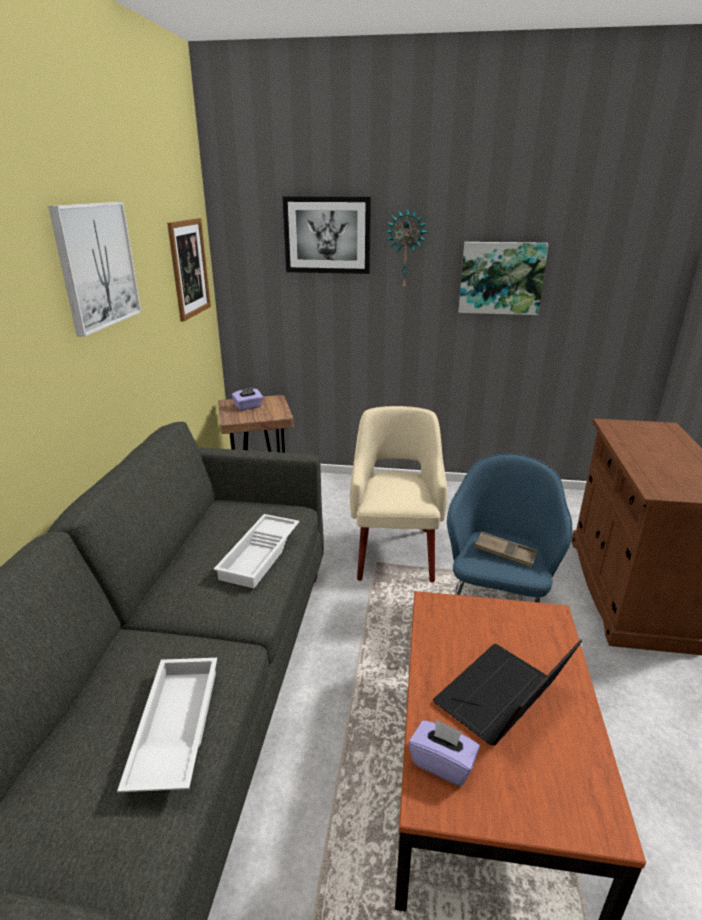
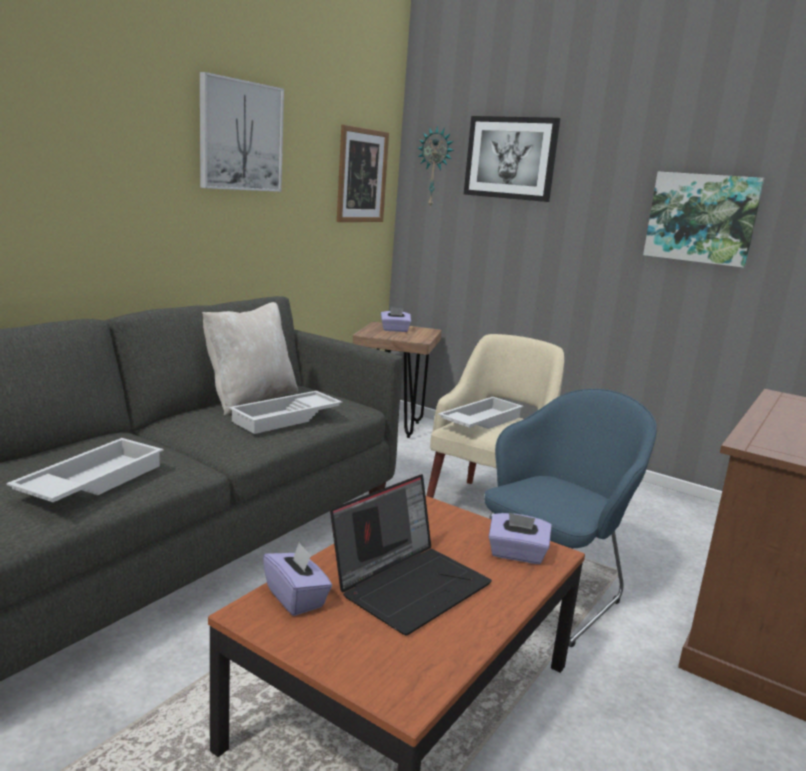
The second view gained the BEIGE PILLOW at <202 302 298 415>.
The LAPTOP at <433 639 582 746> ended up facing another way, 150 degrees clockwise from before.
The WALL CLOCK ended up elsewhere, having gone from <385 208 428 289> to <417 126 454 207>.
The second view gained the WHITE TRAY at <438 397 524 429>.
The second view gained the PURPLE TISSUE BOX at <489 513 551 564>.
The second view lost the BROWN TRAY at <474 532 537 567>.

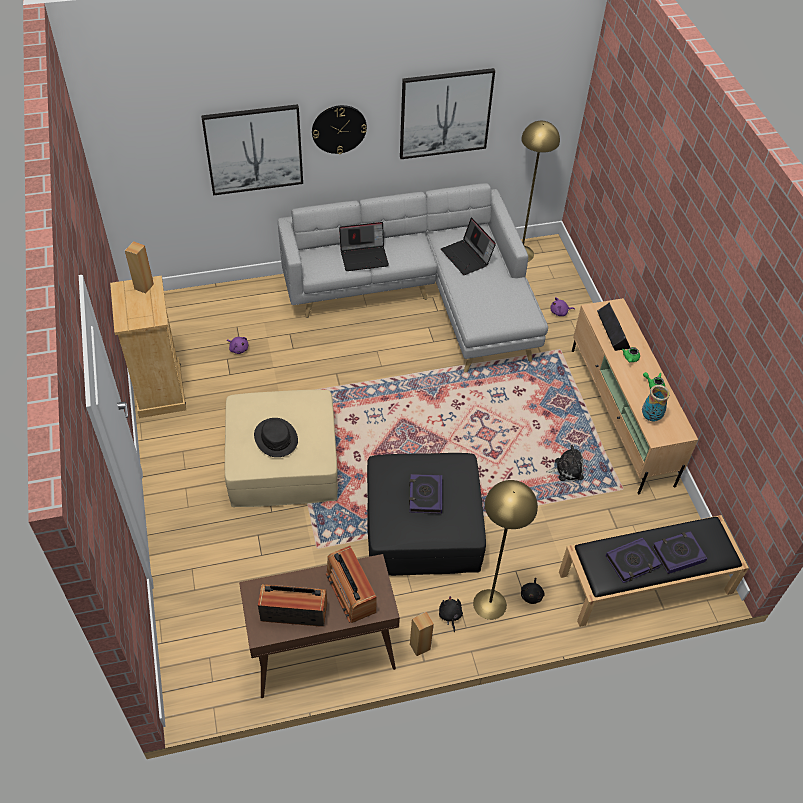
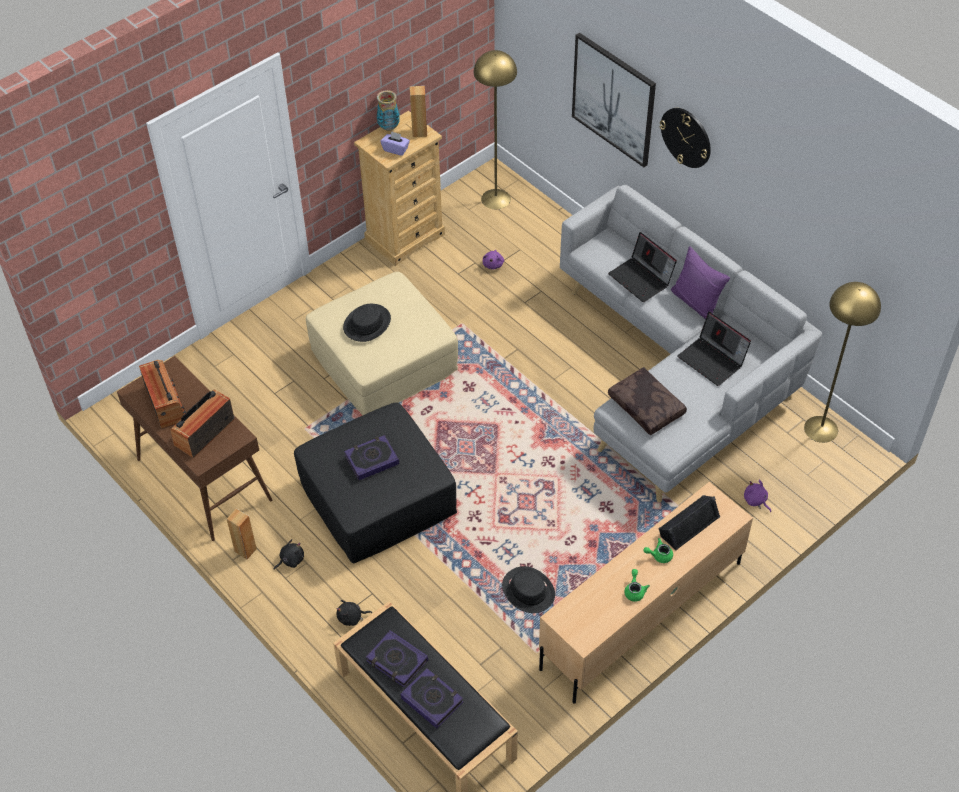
The VASE ended up elsewhere, having gone from <642 385 670 422> to <377 90 400 131>.
The second view gained the PURPLE TISSUE BOX at <380 131 410 156>.
The YELLOW FLOOR LAMP ended up elsewhere, having gone from <473 480 538 620> to <474 50 517 209>.
Where the PLUSH TOY stood at <546 445 584 482>, the BLACK HAT came to stand at <502 566 555 613>.
The second view gained the BROWN PILLOW at <608 367 687 435>.
The second view gained the PURPLE PILLOW at <671 246 730 319>.
The LAPTOP at <441 218 496 275> ended up facing another way, 75 degrees counterclockwise from before.
The second view lost the PICTURE at <400 68 495 159>.

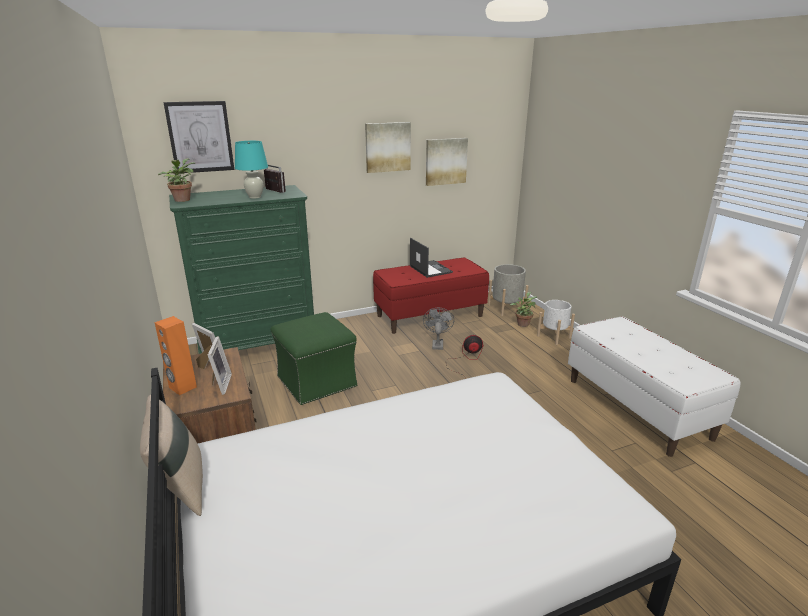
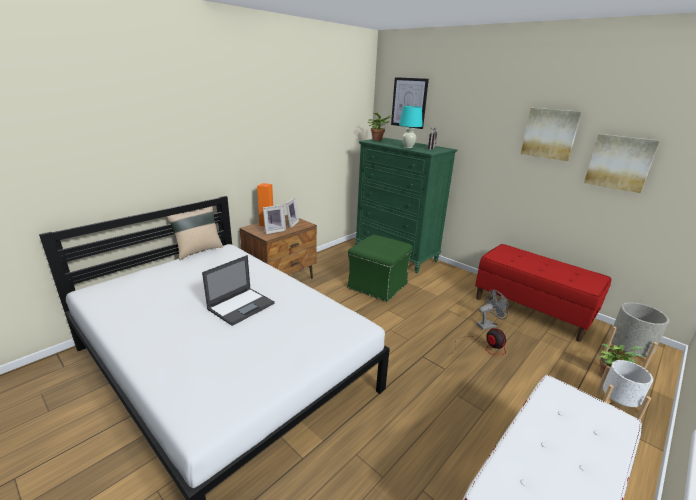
The LAPTOP ended up elsewhere, having gone from <410 238 453 278> to <202 255 275 326>.

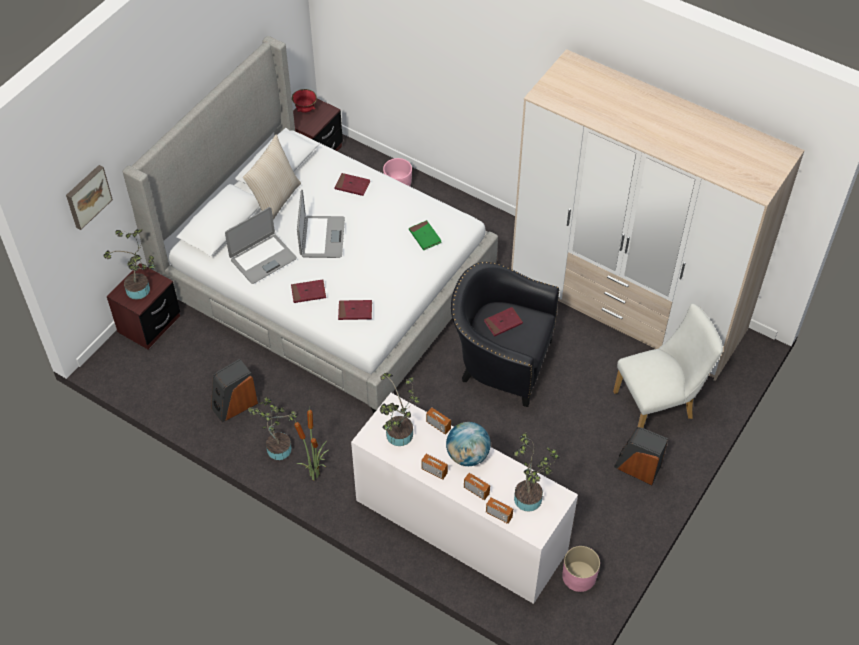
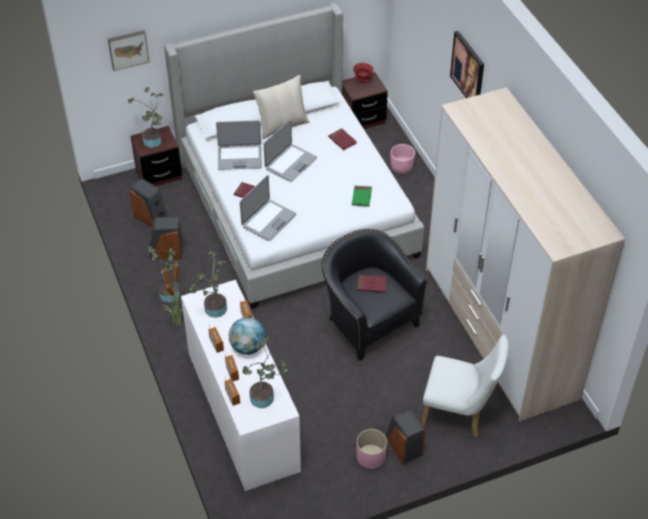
The second view gained the SPEAKER at <130 178 168 228>.
Where the RED BOOK stood at <338 300 372 320>, the LAPTOP came to stand at <240 175 296 241>.
The PINK PLANTER ended up elsewhere, having gone from <562 546 600 592> to <357 429 387 469>.
The second view gained the PICTURE at <450 31 484 98>.

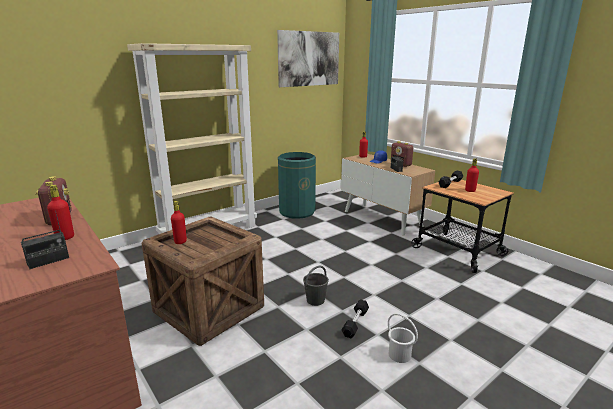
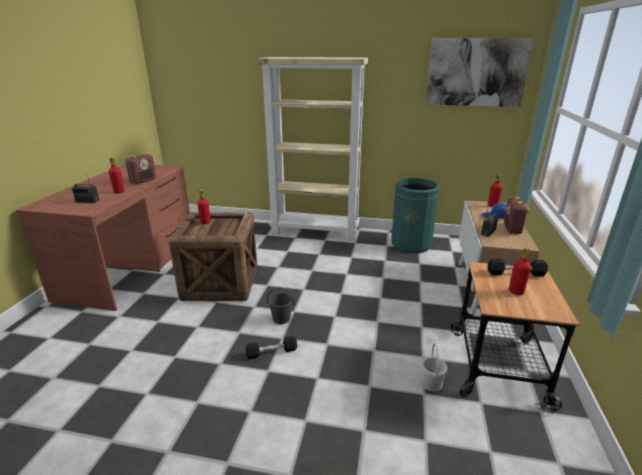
The WHITE BUCKET ended up elsewhere, having gone from <388 313 418 363> to <421 343 448 392>.

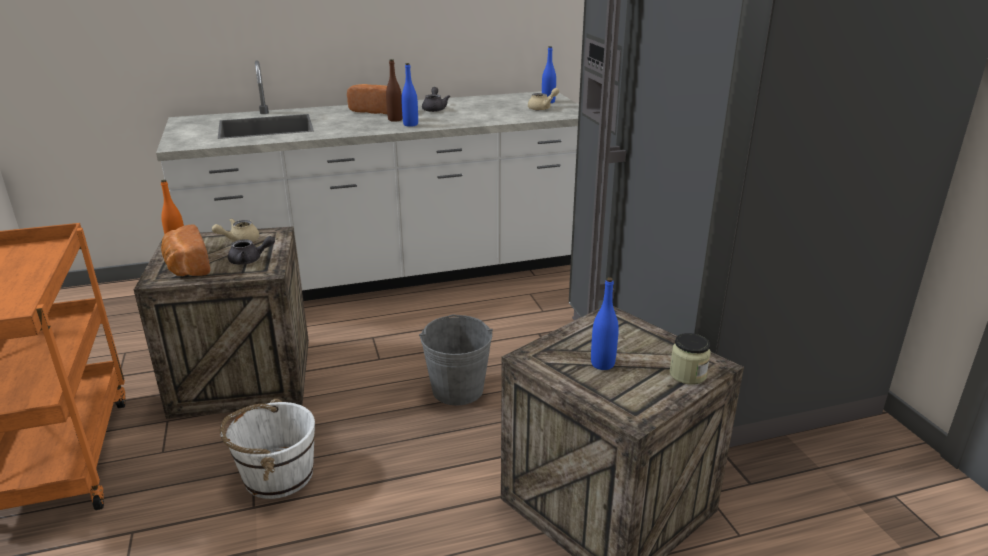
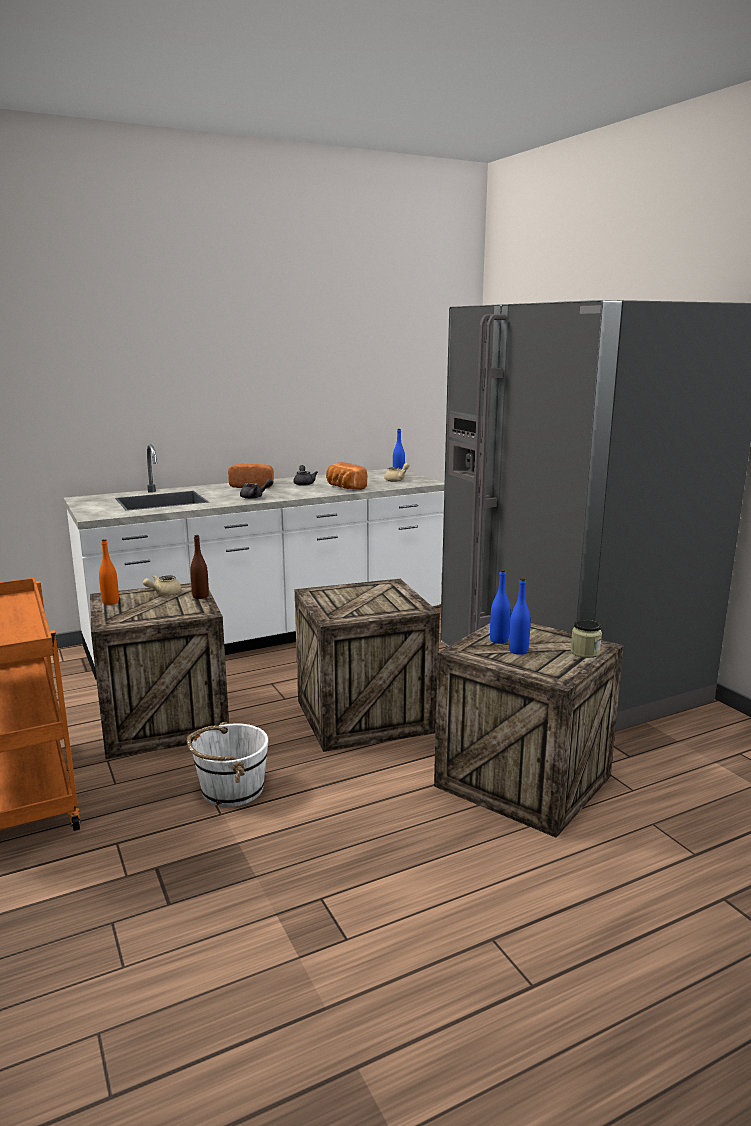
The BROWN BOTTLE ended up elsewhere, having gone from <386 59 402 122> to <190 535 209 599>.
The GREY TEAPOT ended up elsewhere, having gone from <228 236 275 265> to <240 479 273 499>.
Where the GREY BUCKET stood at <419 314 493 405>, the CRATE came to stand at <295 579 440 752>.
The BREAD ended up elsewhere, having gone from <161 224 210 276> to <326 462 367 490>.
The BLUE BOTTLE ended up elsewhere, having gone from <401 63 418 127> to <490 570 511 644>.

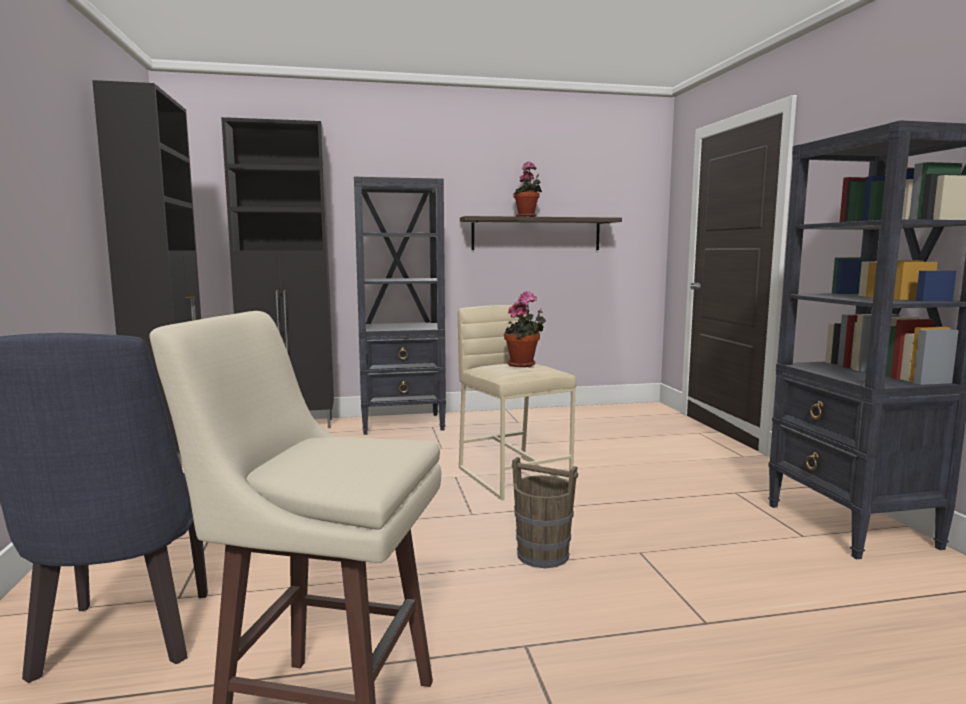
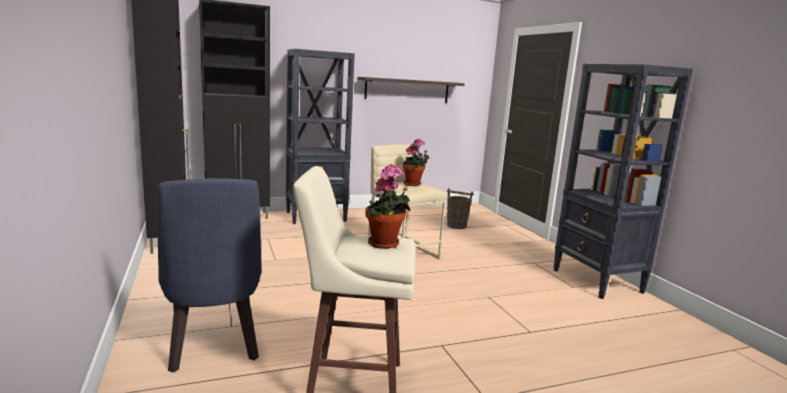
The POTTED PLANT ended up elsewhere, having gone from <513 161 542 217> to <365 164 410 249>.
The BROWN BUCKET ended up elsewhere, having gone from <512 457 578 568> to <447 188 473 229>.

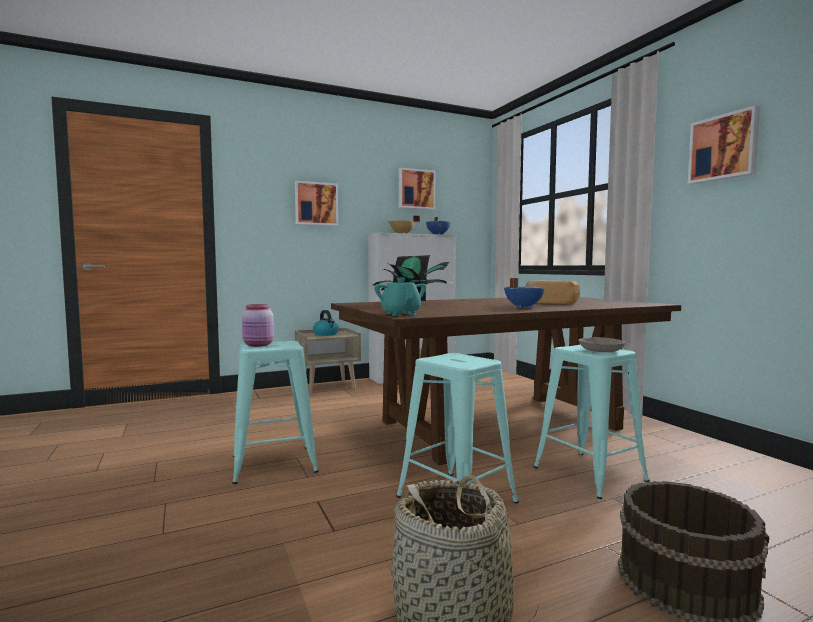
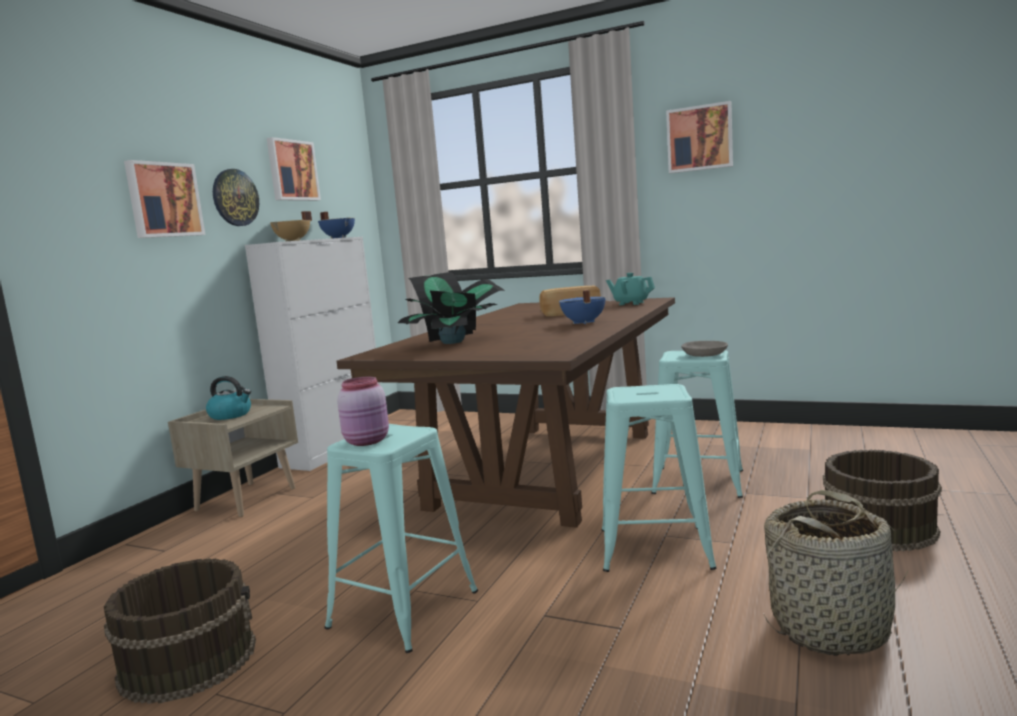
The second view gained the BROWN BUCKET at <104 558 256 704>.
The second view gained the WALL CLOCK at <213 169 259 226>.
The TURQUOISE TEAPOT ended up elsewhere, having gone from <374 278 426 316> to <606 273 655 305>.

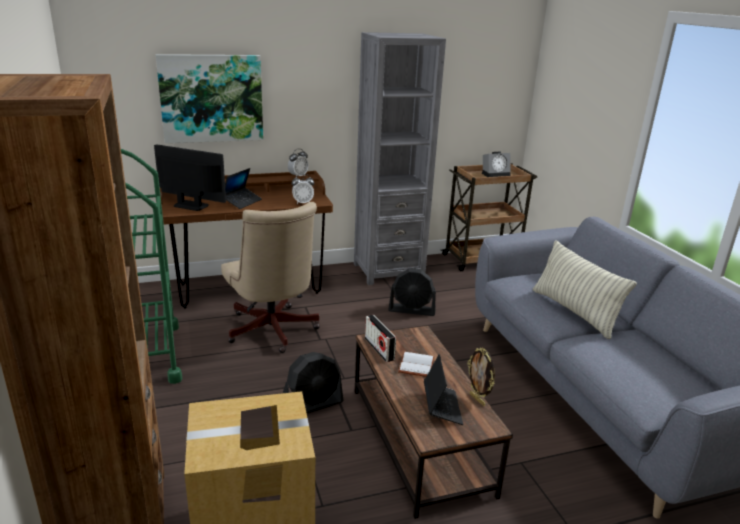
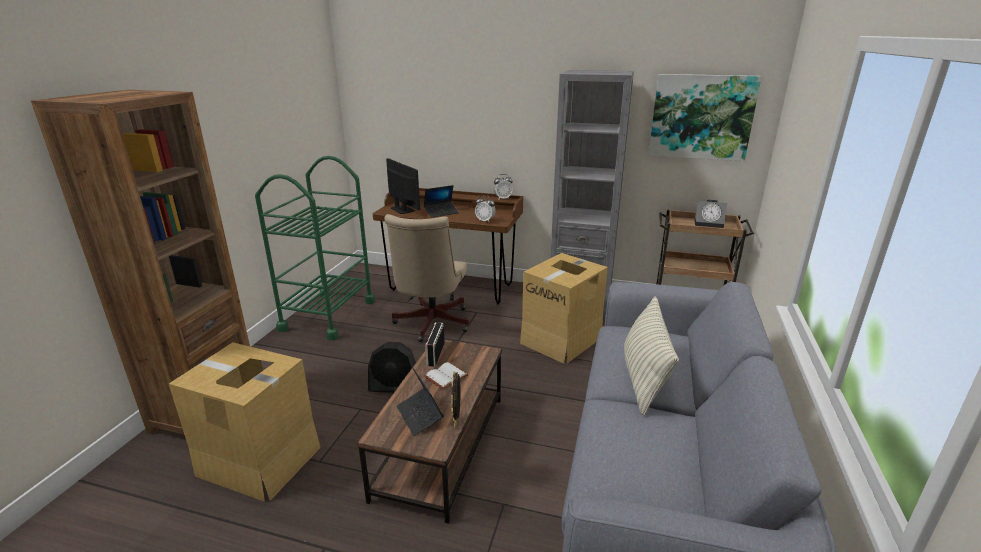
The LAPTOP at <424 354 463 425> ended up facing another way, 120 degrees clockwise from before.
Where the BLACK FAN stood at <388 269 436 316>, the CARDBOARD BOX came to stand at <520 253 608 364>.
The PICTURE ended up elsewhere, having gone from <156 54 263 143> to <648 74 762 161>.

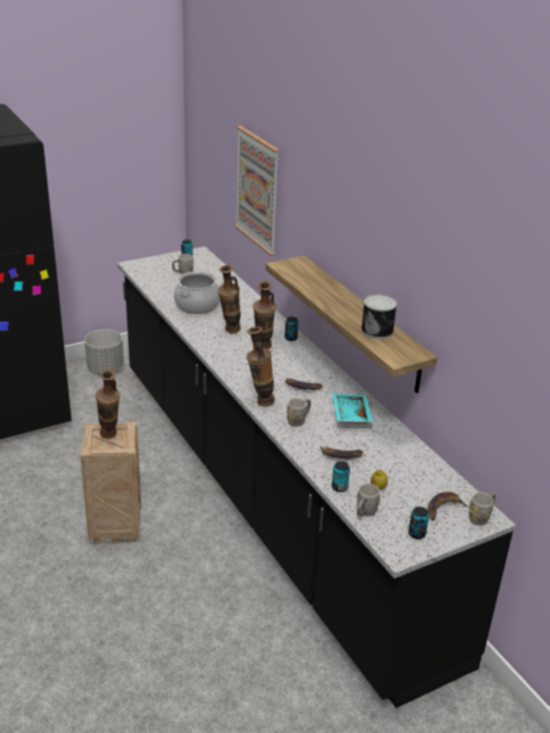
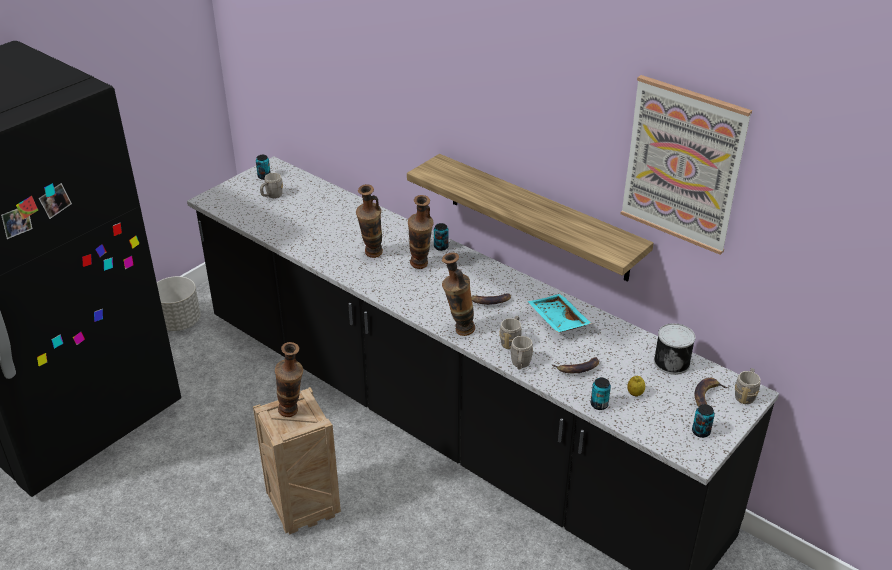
The GREY MUG ended up elsewhere, having gone from <357 484 380 516> to <511 336 533 370>.
The PICTURE ended up elsewhere, having gone from <235 126 280 256> to <621 75 752 255>.
The CAN ended up elsewhere, having gone from <361 294 397 339> to <654 323 695 375>.
The second view lost the COOKING POT at <174 272 220 314>.

